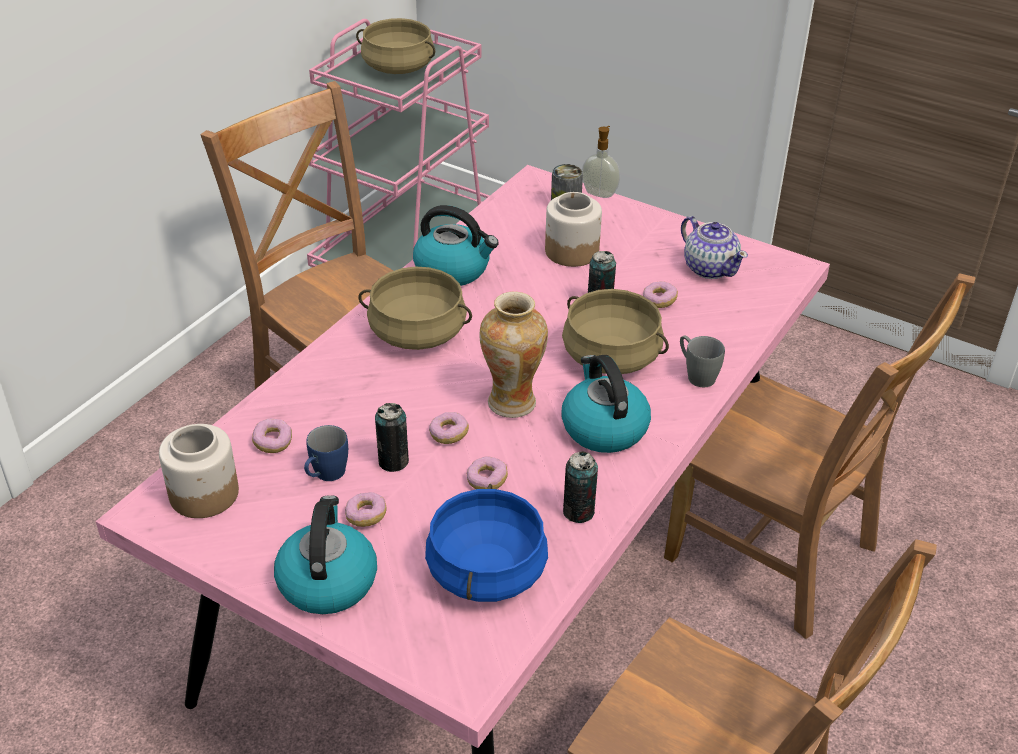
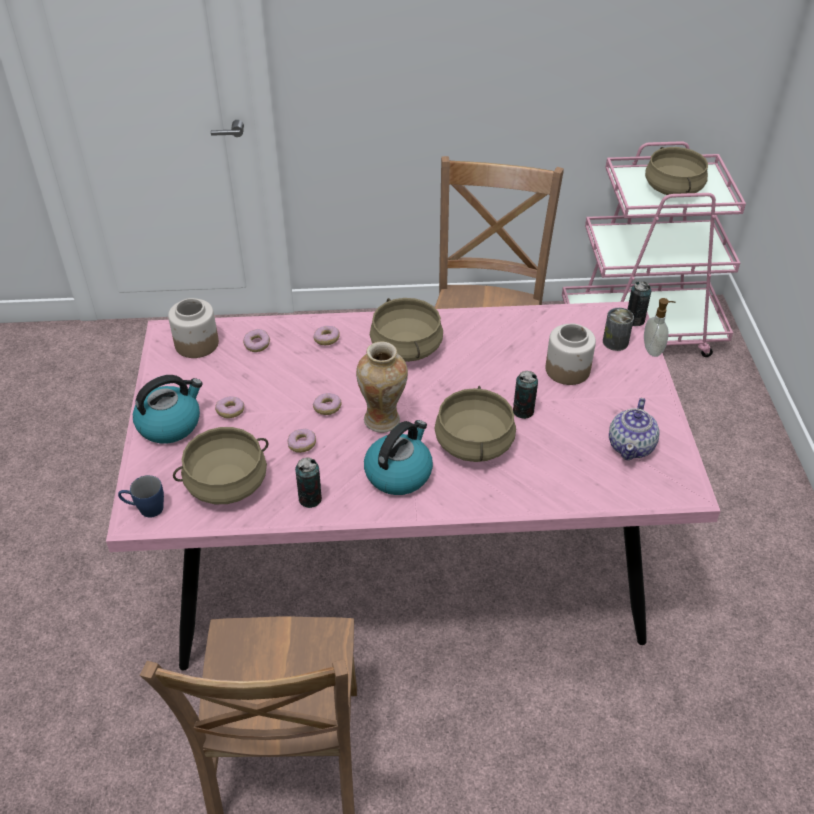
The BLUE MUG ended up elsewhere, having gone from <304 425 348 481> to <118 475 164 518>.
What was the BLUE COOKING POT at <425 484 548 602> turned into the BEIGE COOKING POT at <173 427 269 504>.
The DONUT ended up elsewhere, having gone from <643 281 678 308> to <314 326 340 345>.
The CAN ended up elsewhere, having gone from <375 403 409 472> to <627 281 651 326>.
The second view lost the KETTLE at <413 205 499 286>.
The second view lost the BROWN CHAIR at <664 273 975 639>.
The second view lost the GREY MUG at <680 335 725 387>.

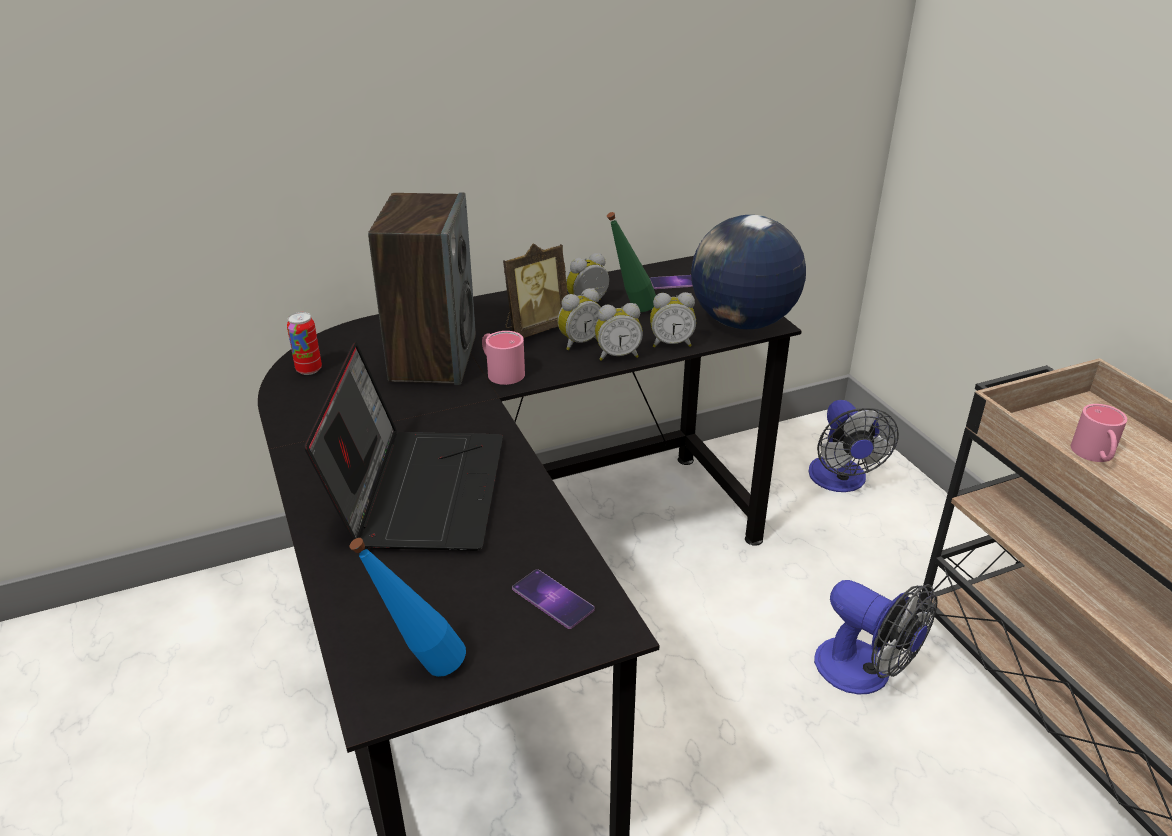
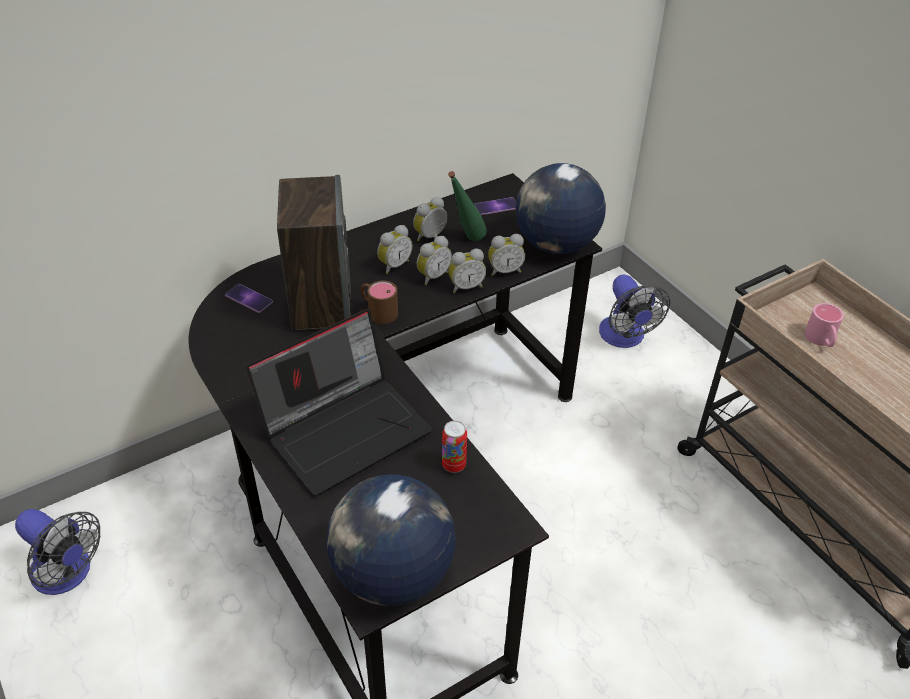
The FAN ended up elsewhere, having gone from <814 580 938 695> to <15 509 100 595>.
The PHONE ended up elsewhere, having gone from <512 569 595 629> to <225 284 273 313>.
The LAPTOP at <304 342 503 551> ended up facing another way, 60 degrees clockwise from before.
Where the BLUE BOTTLE stood at <349 538 466 677>, the GLOBE came to stand at <326 474 456 606>.
What was the PINK MUG at <482 331 525 385> turned into the BROWN MUG at <361 281 398 324>.
Where the PICTURE FRAME stood at <503 243 568 338>, the ALARM CLOCK came to stand at <377 225 413 274>.
The CAN ended up elsewhere, having gone from <287 312 322 375> to <442 421 467 473>.

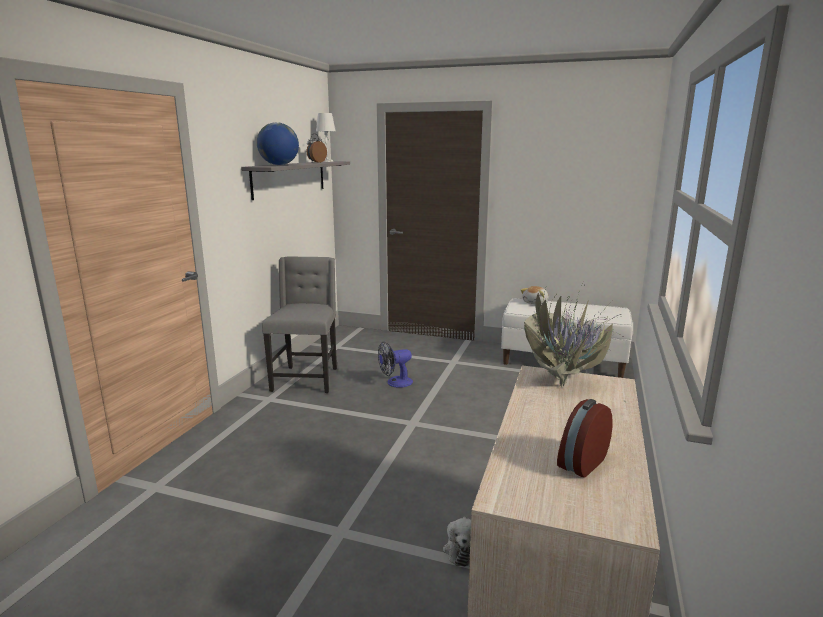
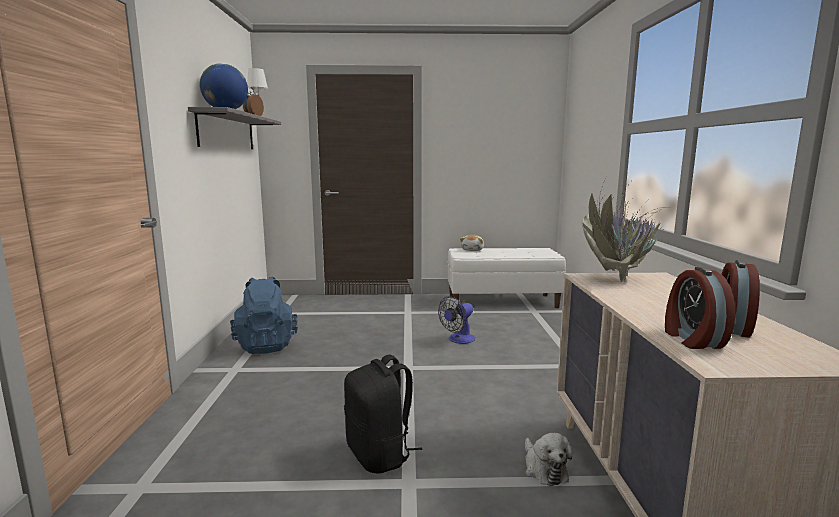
Where the GREY CHAIR stood at <262 257 337 393>, the BLUE BACKPACK came to stand at <230 276 298 354>.
The second view gained the BLACK BACKPACK at <344 355 422 473>.
The FAN ended up elsewhere, having gone from <378 342 413 388> to <438 296 475 344>.
The second view gained the ALARM CLOCK at <665 267 735 349>.

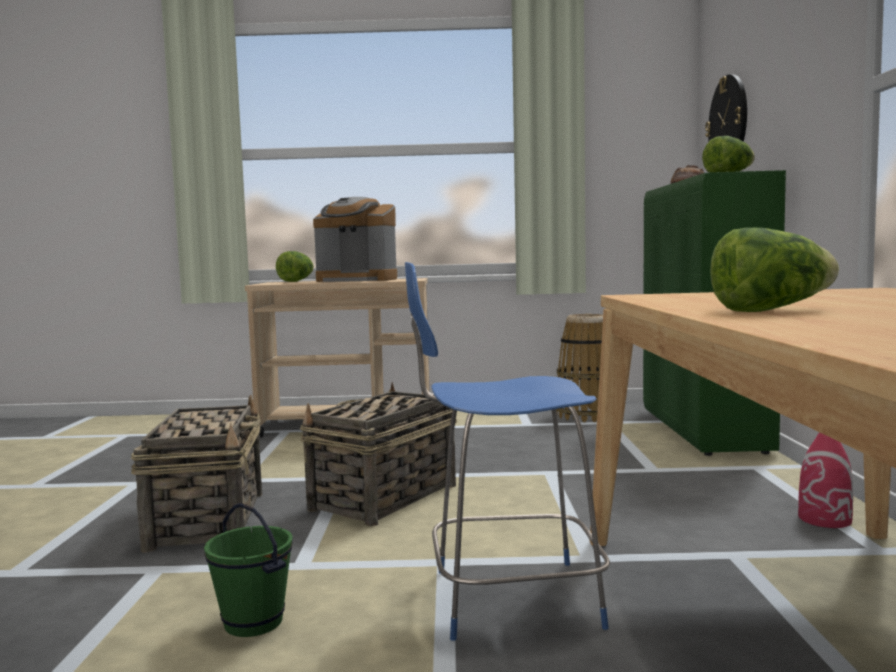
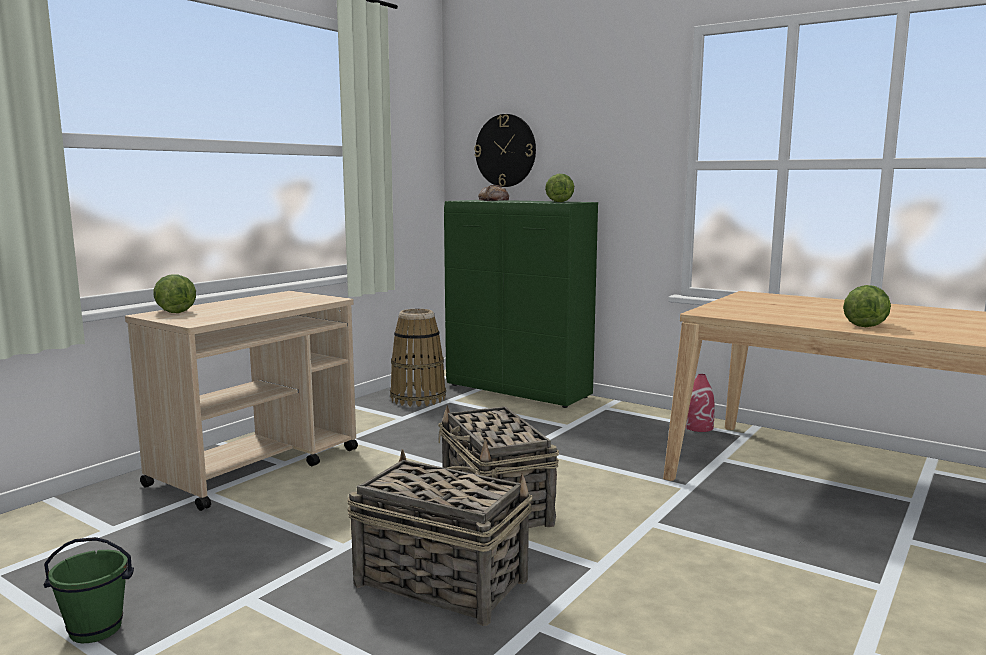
The GREEN BUCKET ended up elsewhere, having gone from <204 503 293 637> to <43 537 134 643>.
The second view lost the COFFEE MACHINE at <313 197 397 282>.
The second view lost the BLUE CHAIR at <405 262 610 641>.

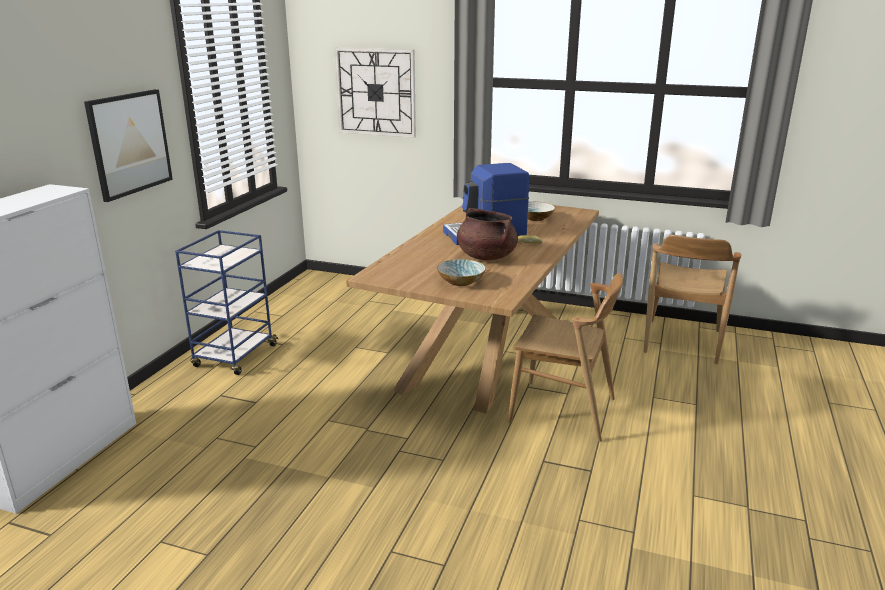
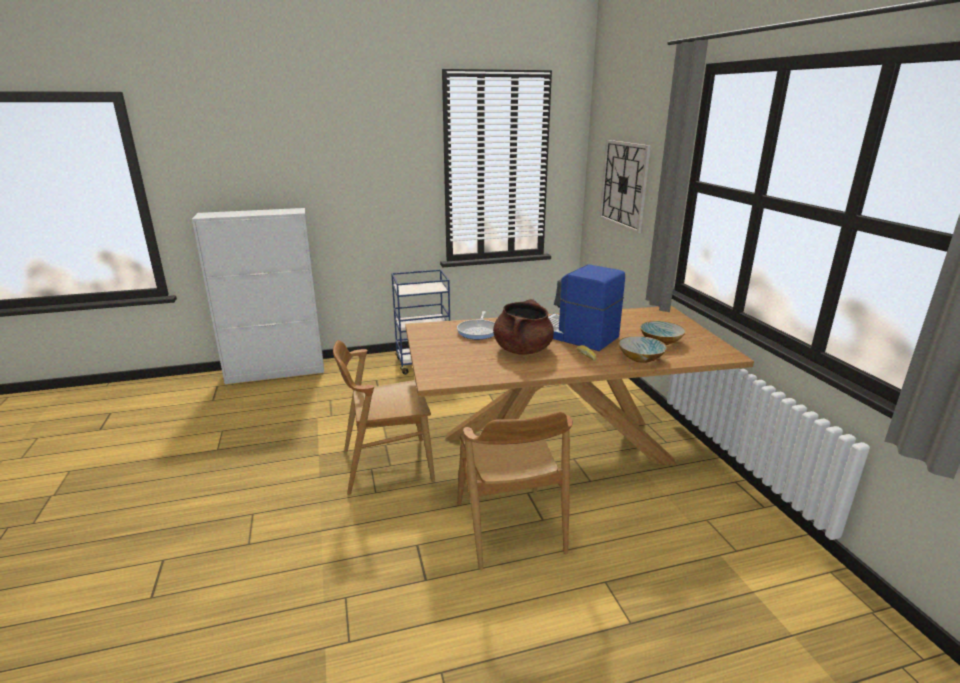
The BROWN CHAIR ended up elsewhere, having gone from <644 235 741 364> to <333 340 435 495>.
The second view gained the FRYING PAN at <457 311 495 339>.
The BOWL ended up elsewhere, having gone from <437 259 486 286> to <618 336 667 363>.
The second view lost the PICTURE at <84 89 173 202>.

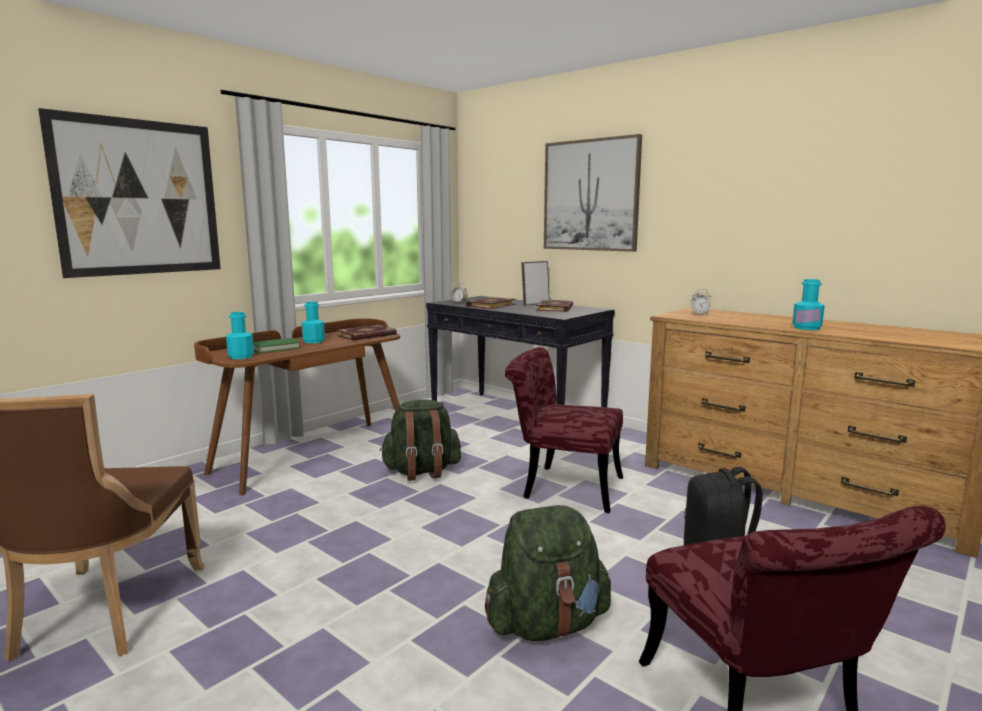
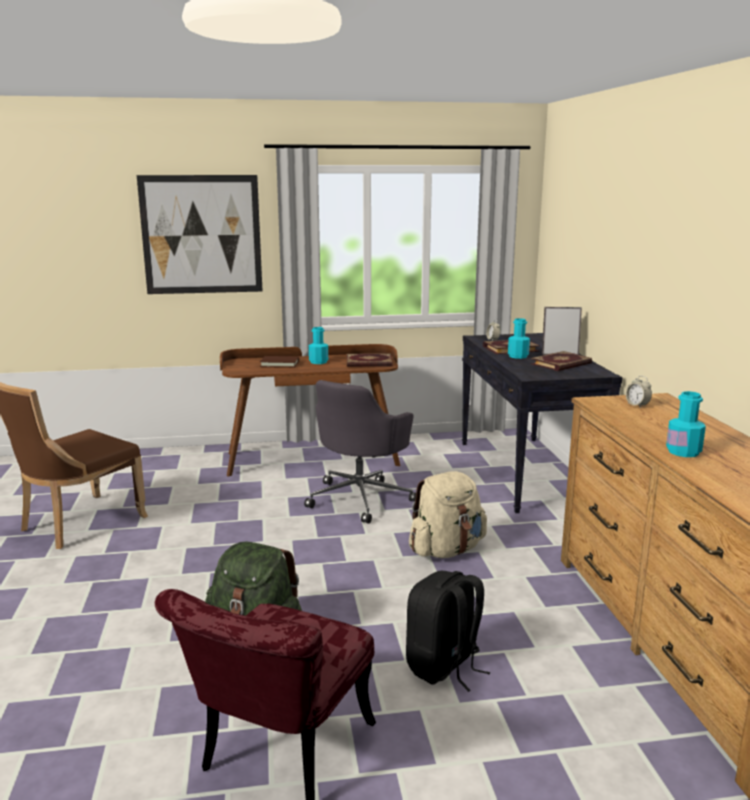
What was the GREEN BOOK at <253 338 301 354> turned into the BROWN BOOK at <260 356 299 368>.
Where the GREEN BACKPACK stood at <380 400 461 481>, the GREY OFFICE CHAIR came to stand at <304 380 416 524>.
Where the RED CHAIR stood at <505 347 623 513>, the BEIGE BACKPACK came to stand at <409 471 487 558>.
The TURQUOISE BOTTLE ended up elsewhere, having gone from <226 312 254 359> to <508 318 530 359>.
The second view lost the PICTURE at <544 134 642 252>.

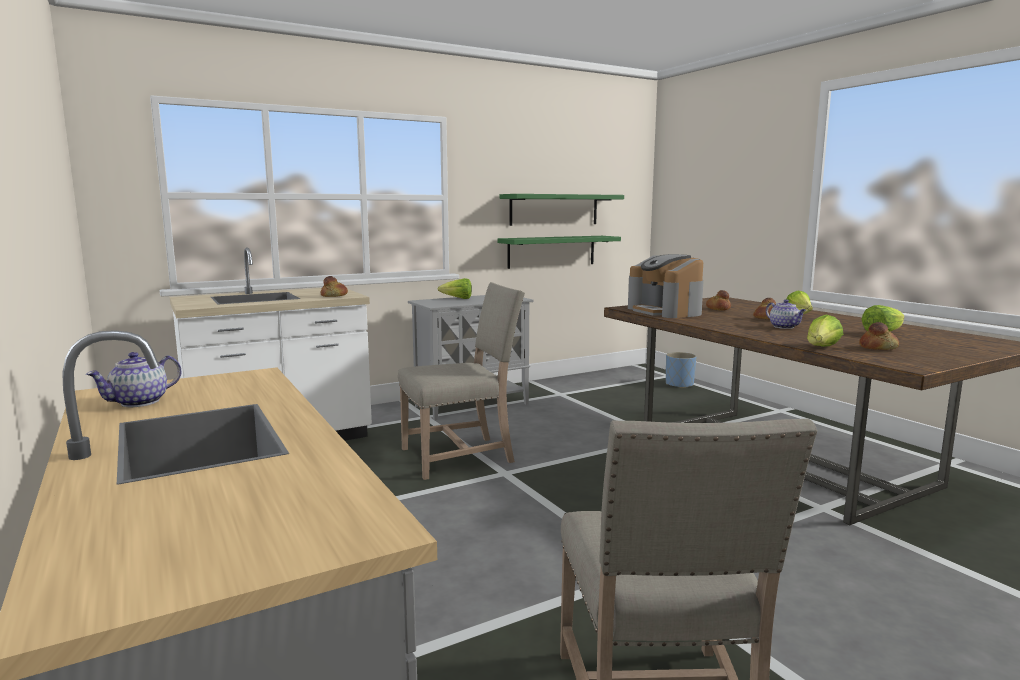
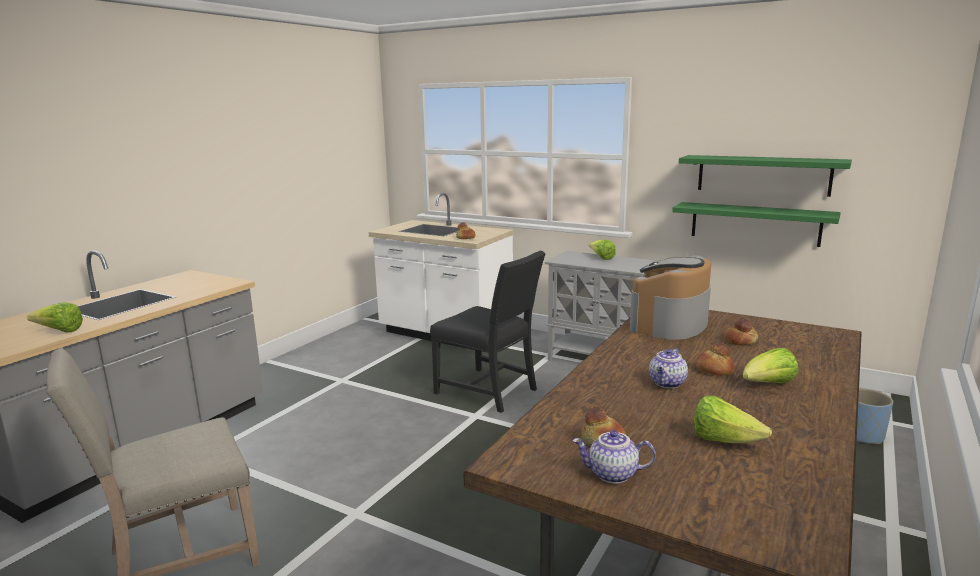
The LETTUCE ended up elsewhere, having gone from <807 315 843 347> to <27 302 83 332>.
What was the BEIGE CHAIR at <398 282 525 480> turned into the BLACK CHAIR at <430 251 545 413>.
The TEAPOT ended up elsewhere, having gone from <86 352 181 407> to <572 430 656 484>.

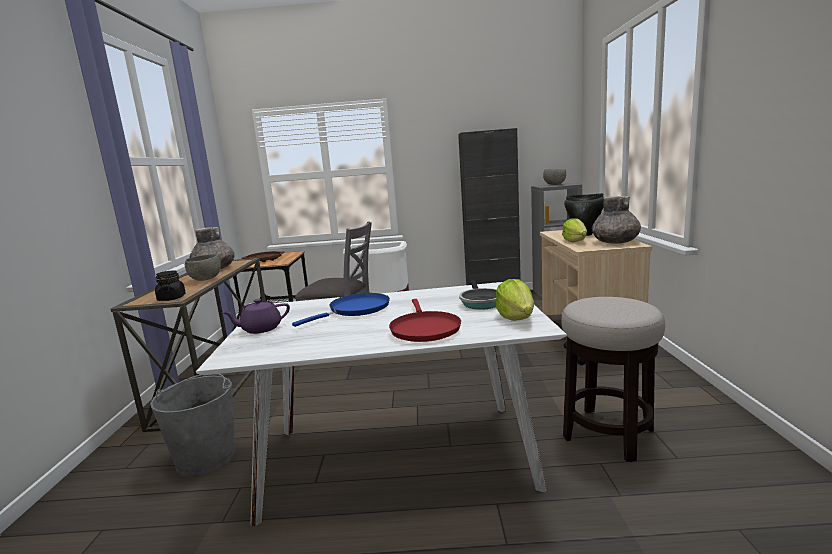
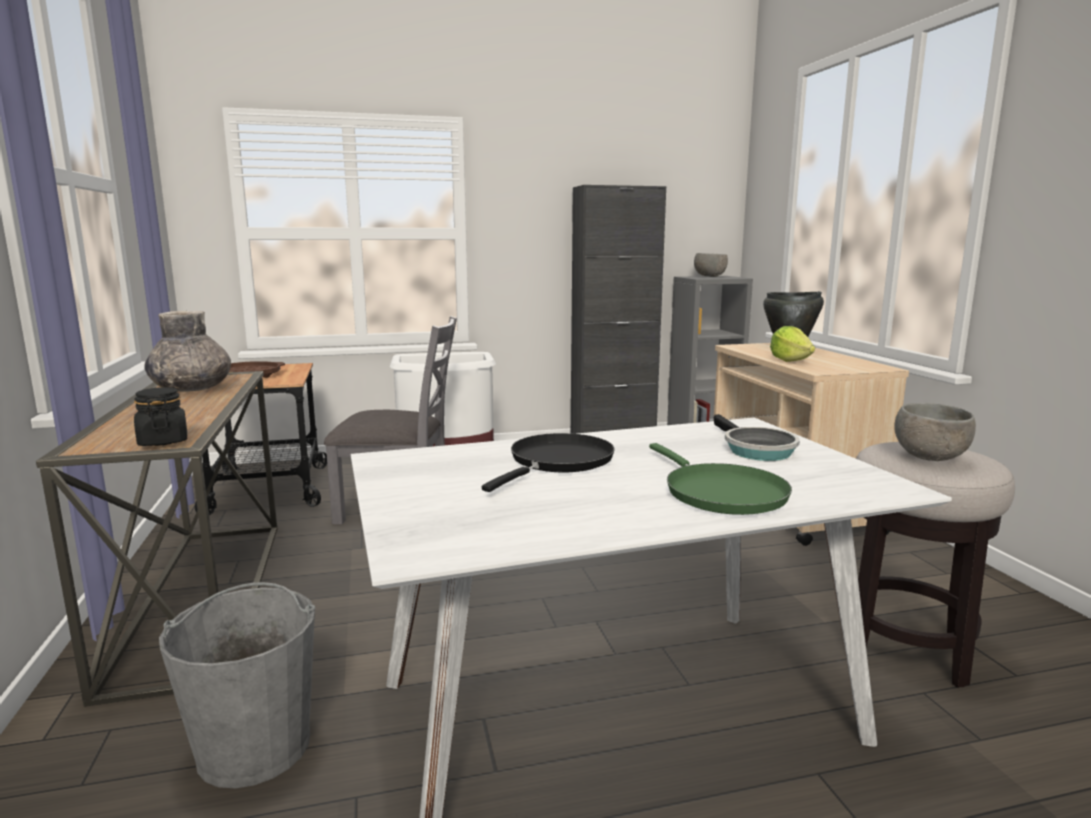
What was the BLUE FRYING PAN at <292 293 390 327> turned into the BLACK FRYING PAN at <482 433 615 492>.
What was the RED FRYING PAN at <389 299 461 342> turned into the GREEN FRYING PAN at <649 443 792 515>.
The GREY BOWL ended up elsewhere, having gone from <185 254 221 281> to <894 403 976 461>.
The second view lost the PURPLE TEAPOT at <222 299 290 334>.
The second view lost the LETTUCE at <495 279 534 321>.
The second view lost the GREY VASE at <592 196 641 244>.

